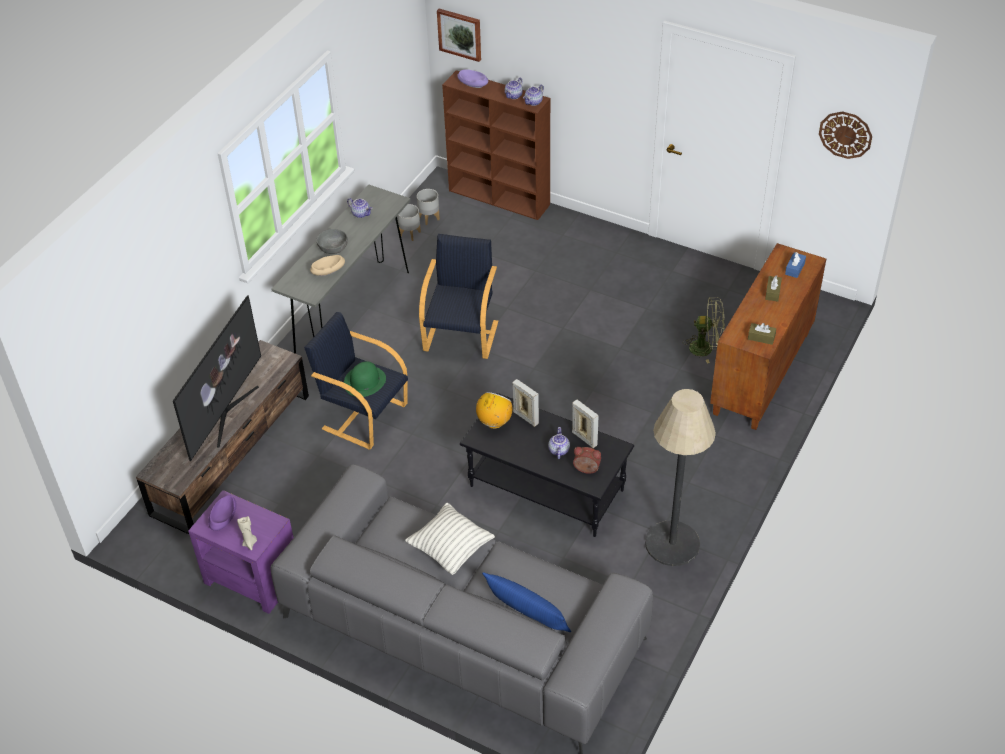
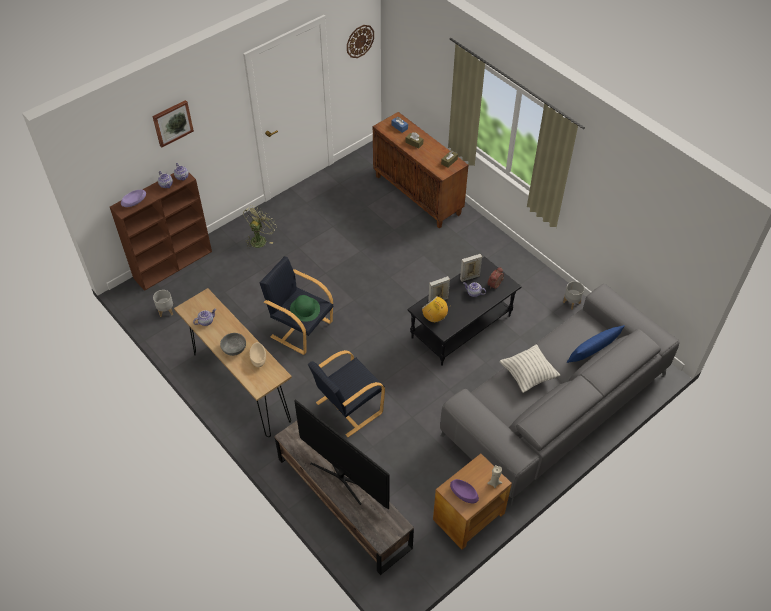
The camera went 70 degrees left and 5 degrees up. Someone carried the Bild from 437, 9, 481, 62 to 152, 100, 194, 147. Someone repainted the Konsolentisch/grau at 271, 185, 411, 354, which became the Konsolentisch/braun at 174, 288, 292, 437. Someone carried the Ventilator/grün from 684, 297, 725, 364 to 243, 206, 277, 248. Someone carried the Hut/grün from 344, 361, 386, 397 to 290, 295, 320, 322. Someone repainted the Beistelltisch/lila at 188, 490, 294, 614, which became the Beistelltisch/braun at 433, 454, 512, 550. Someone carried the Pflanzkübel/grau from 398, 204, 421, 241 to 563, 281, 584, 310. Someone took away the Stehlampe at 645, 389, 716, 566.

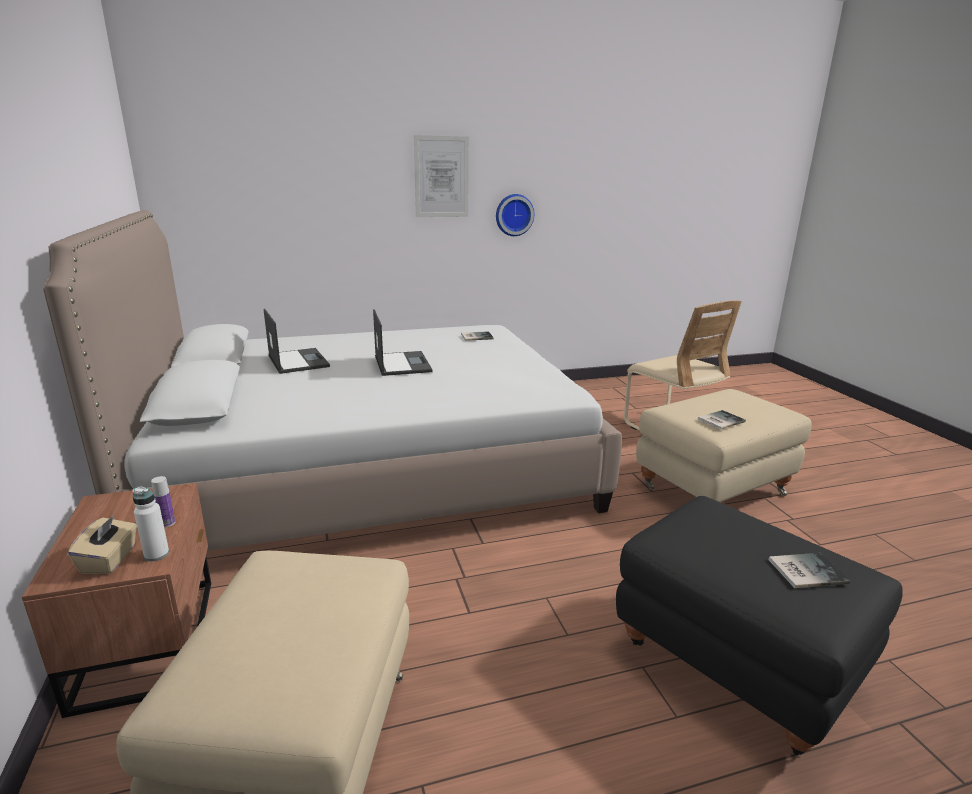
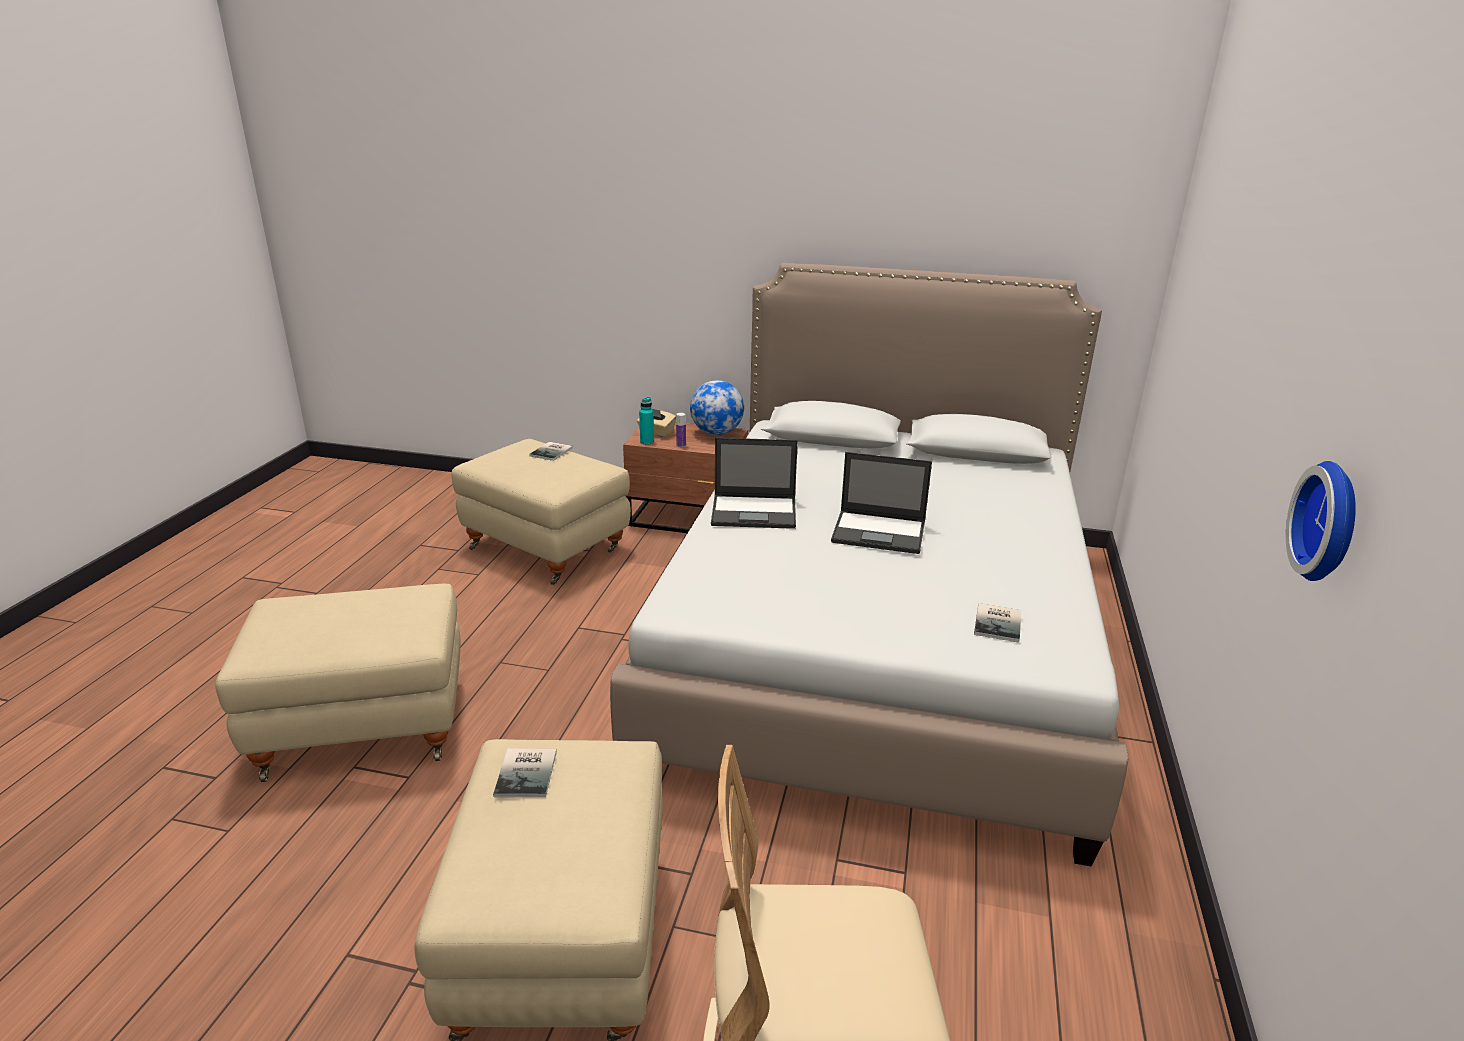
The camera went 120 degrees right and 5 degrees up. Someone repainted the Polsterhocker/schwarz at 616, 496, 903, 755, which became the Polsterhocker/beige at 215, 584, 460, 782. Someone carried the Buch from 769, 553, 850, 588 to 529, 442, 573, 461. Someone repainted the Flasche/weiß at 132, 487, 169, 561, which became the Flasche/türkis at 639, 397, 654, 445. Someone put down the Globus at 690, 380, 744, 435. Someone carried the Laptop from 264, 309, 330, 374 to 711, 438, 798, 529. Someone took away the Bild at 414, 135, 469, 217.

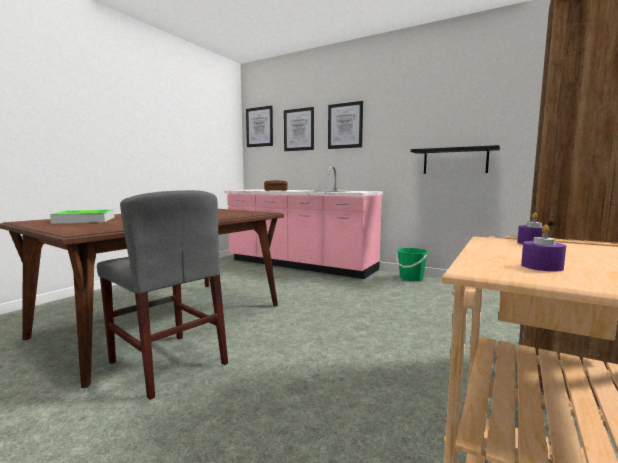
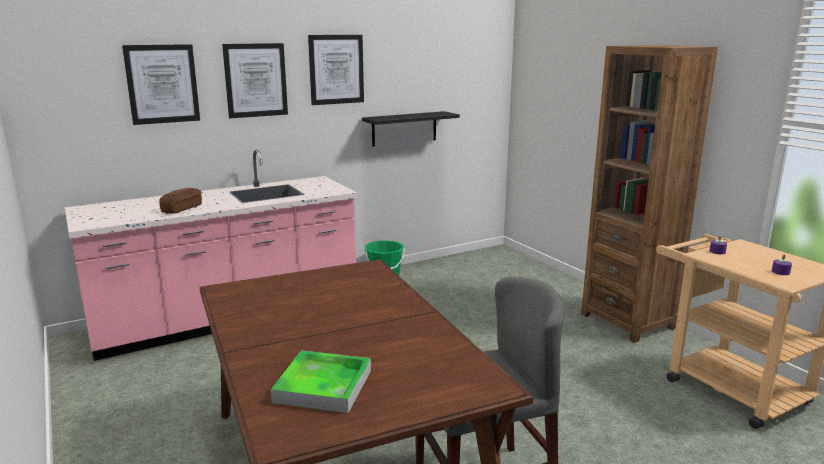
The camera went 60 degrees left and 10 degrees up. Someone carried the Bild from 246, 106, 273, 147 to 308, 35, 364, 105.

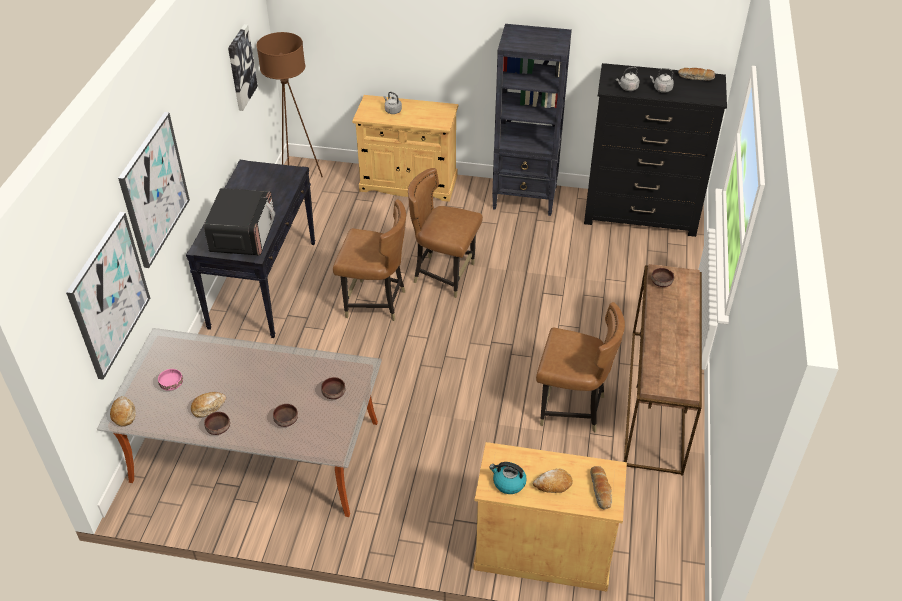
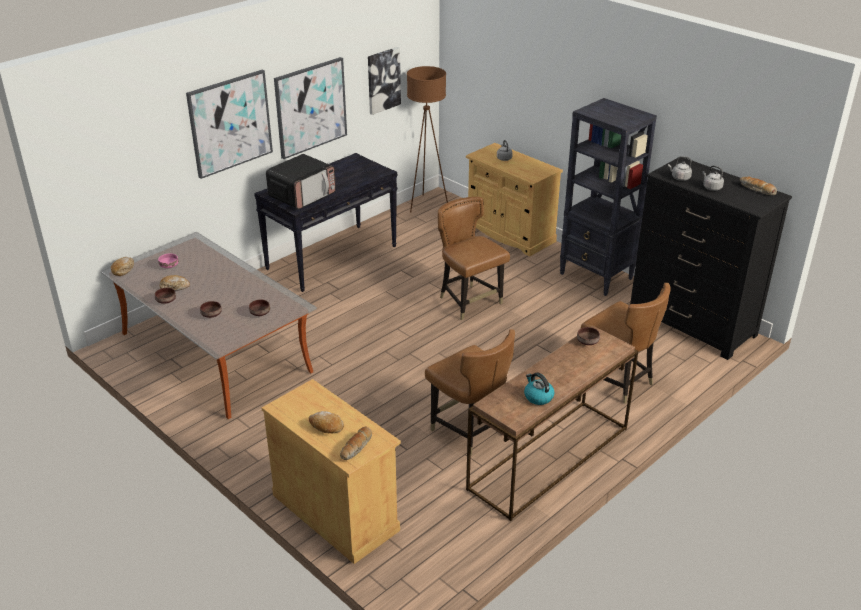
The camera went 35 degrees right and 10 degrees down. Someone carried the Bild from 66, 212, 150, 380 to 274, 57, 347, 159. Someone carried the Wasserkessel from 489, 462, 527, 494 to 524, 372, 554, 405. Someone carried the Stuhl/braun from 333, 199, 406, 321 to 581, 283, 671, 404.

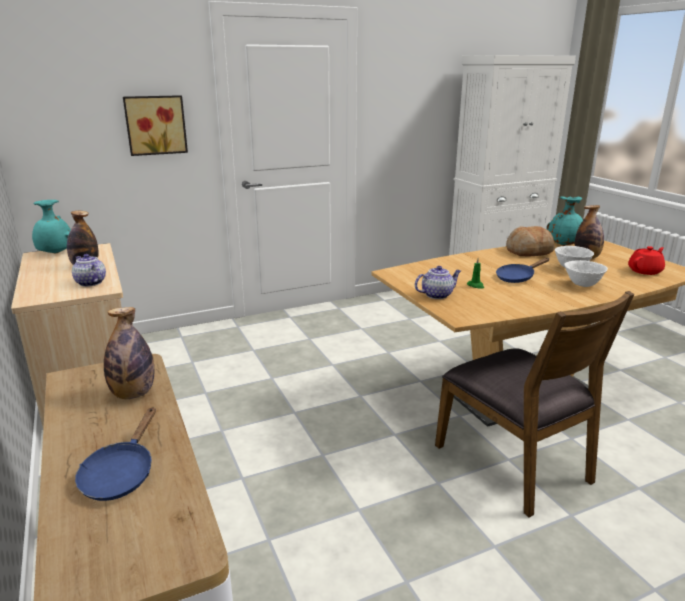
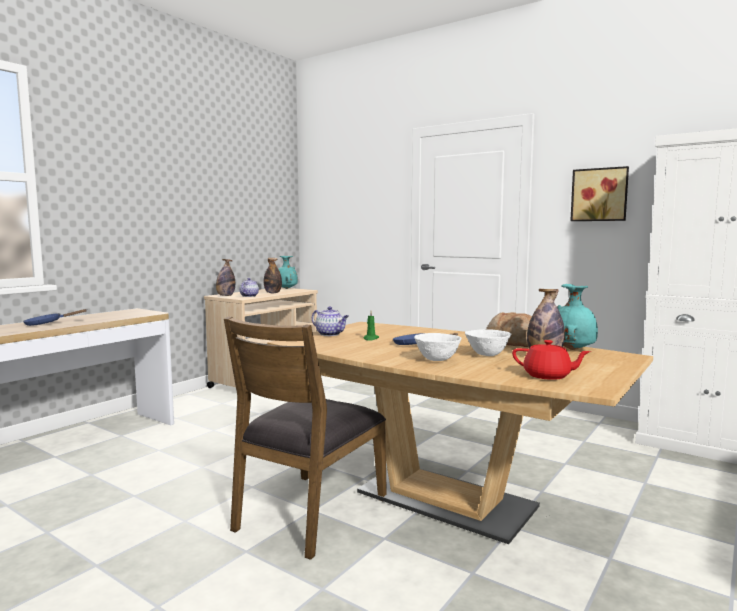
The camera went 60 degrees right and 15 degrees down. Someone carried the Flasche from 104, 307, 154, 399 to 216, 259, 235, 296. Someone carried the Bild from 123, 95, 188, 156 to 570, 166, 629, 221.

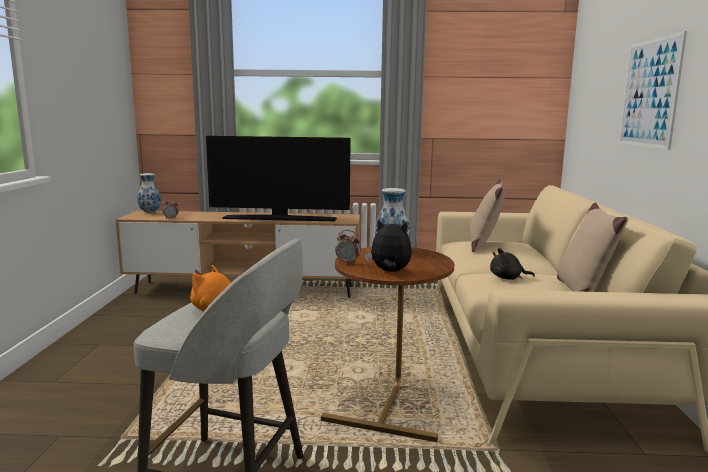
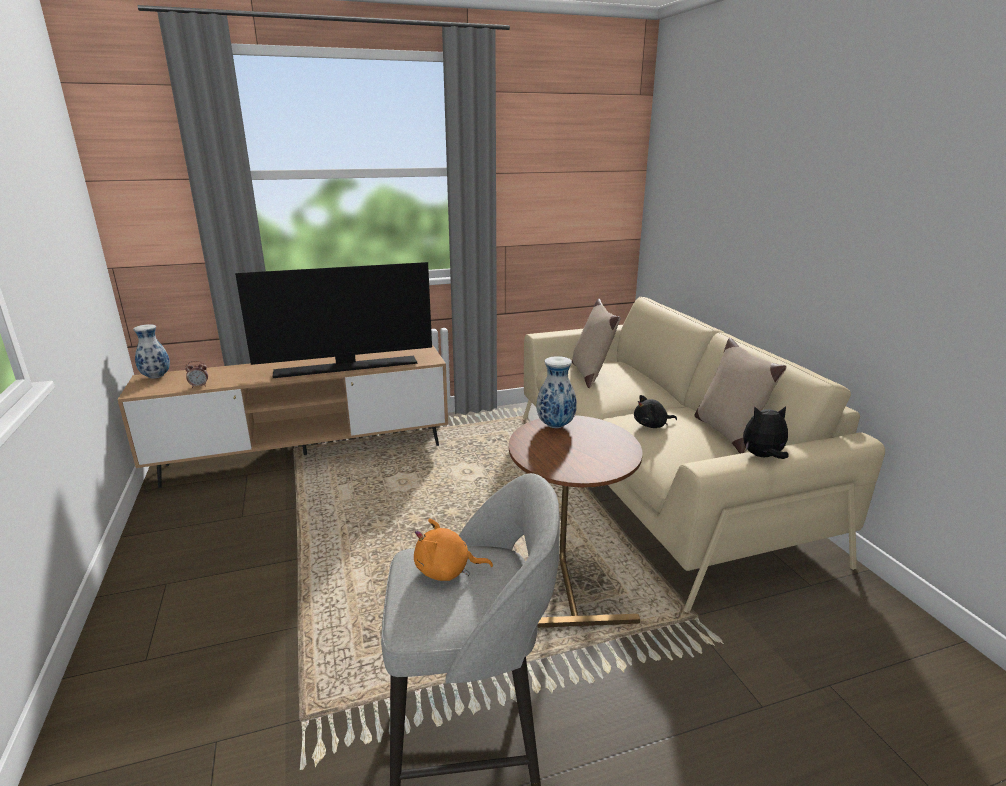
The camera went 20 degrees left and 10 degrees up. Someone carried the Plüschtier from 365, 219, 412, 272 to 743, 406, 789, 459. Someone took away the Wecker at 335, 230, 361, 265. Someone took away the Bild at 619, 31, 687, 150.

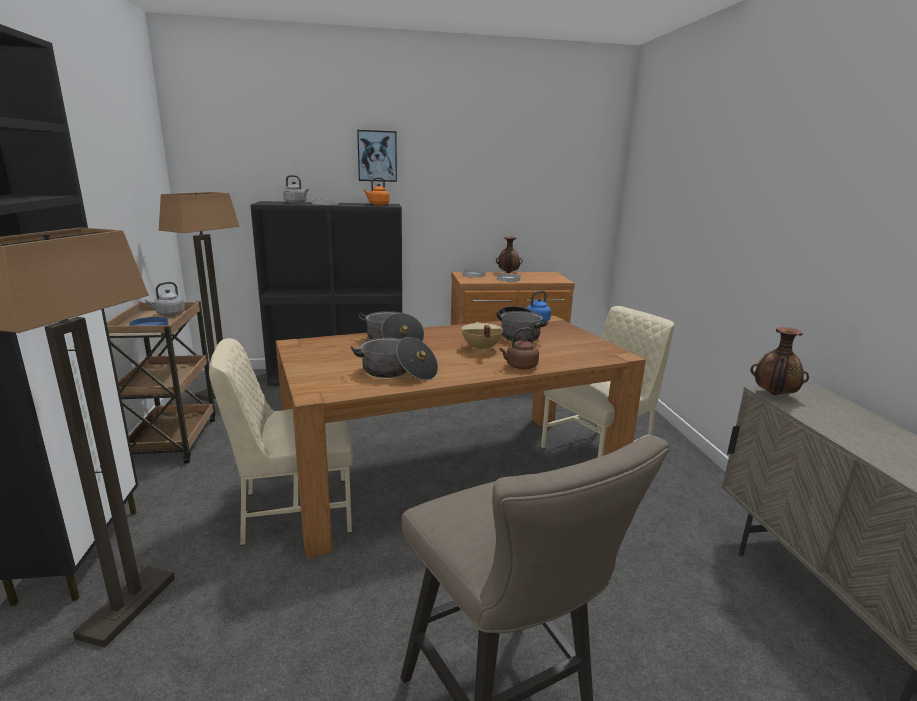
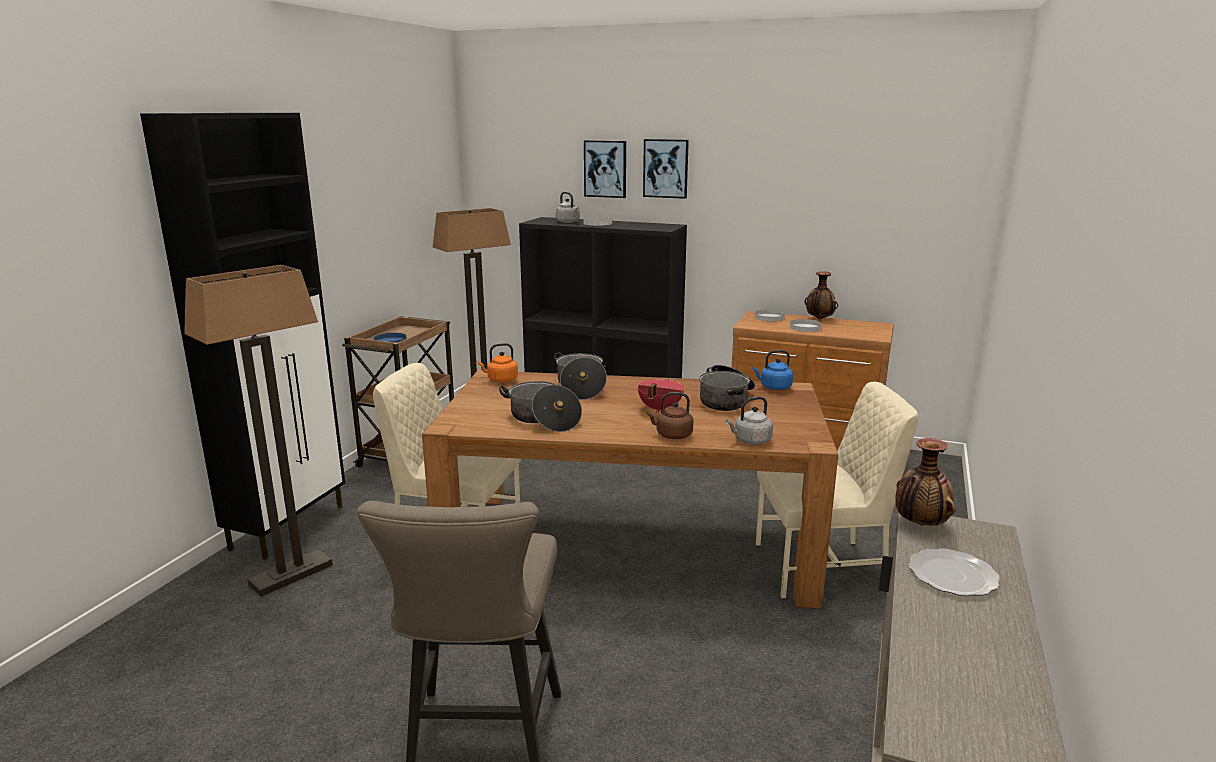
The camera went 30 degrees right and 0 degrees up. Someone carried the Wasserkessel/orange from 364, 177, 390, 205 to 478, 343, 518, 382. Someone put up the Bild at 584, 140, 626, 198. Someone repainted the Kochtopf/beige at 462, 322, 503, 352, which became the Kochtopf/rot at 638, 378, 684, 413. Someone carried the Wasserkessel/grau from 145, 282, 185, 316 to 726, 397, 773, 445. Someone put down the Teller at 909, 549, 1000, 596.

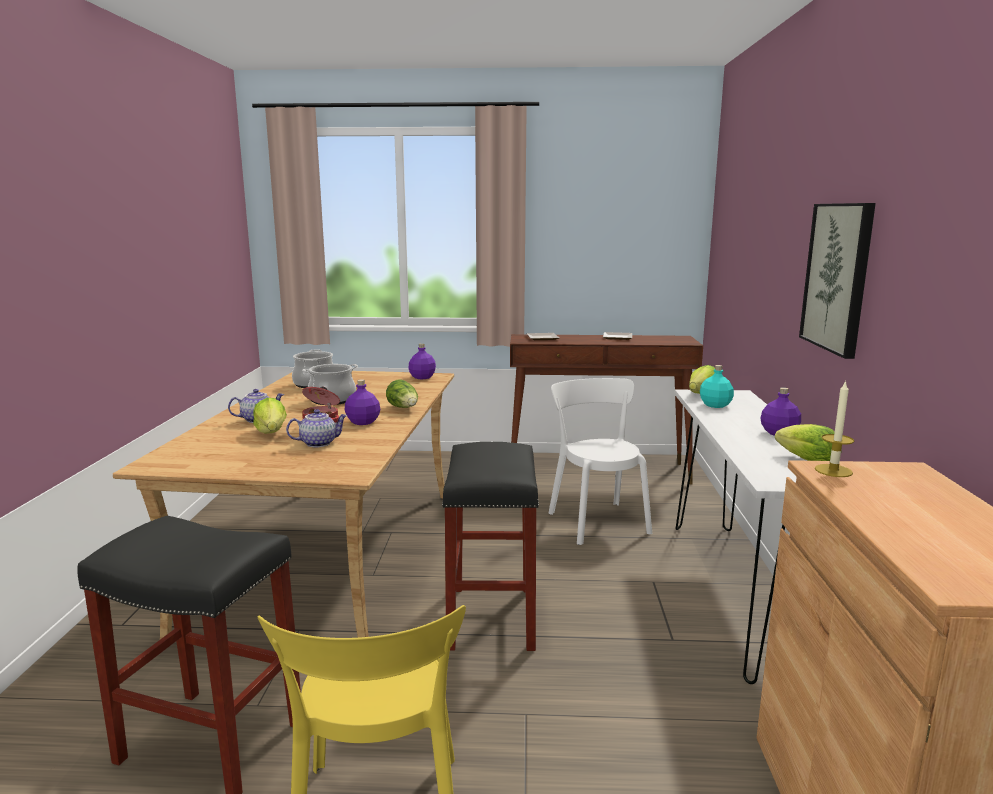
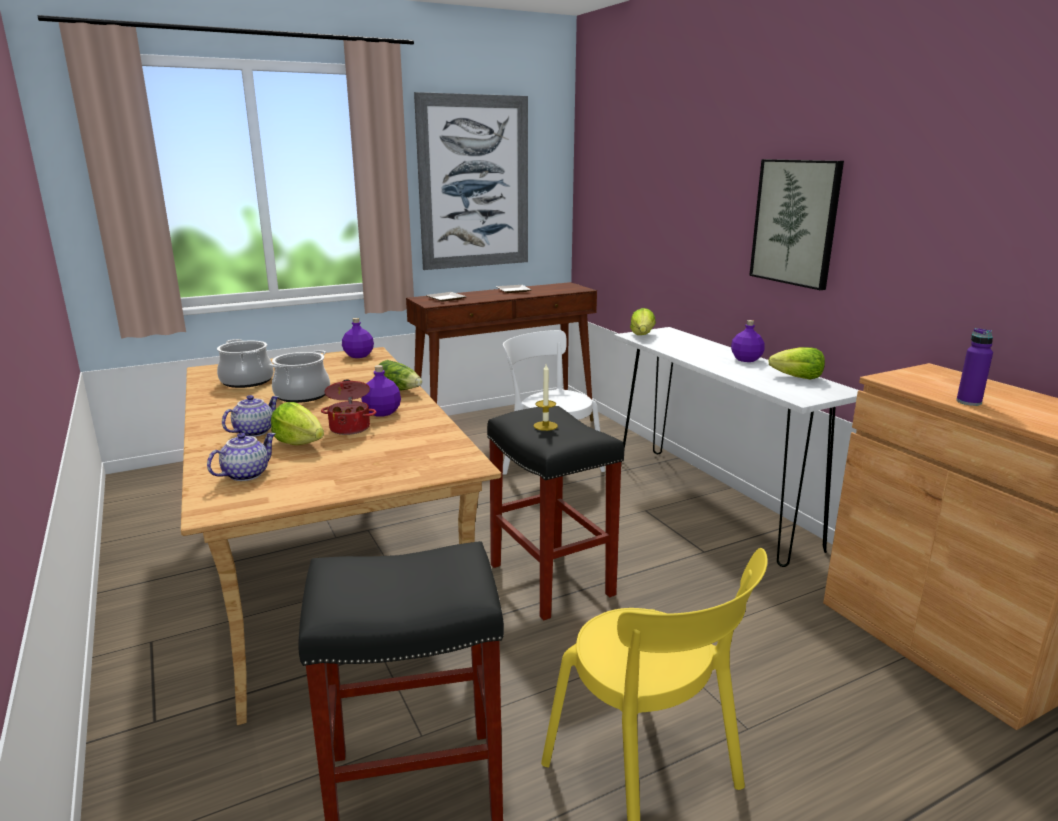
The camera went 30 degrees left and 5 degrees up. Someone carried the Teekanne from 286, 409, 348, 447 to 207, 433, 276, 481. Someone put up the Bild at 414, 92, 528, 270. Someone carried the Kerze from 815, 381, 855, 477 to 533, 364, 558, 431. Someone put down the Flasche/lila at 956, 328, 993, 406. Someone took away the Flasche/türkis at 700, 365, 734, 408.

